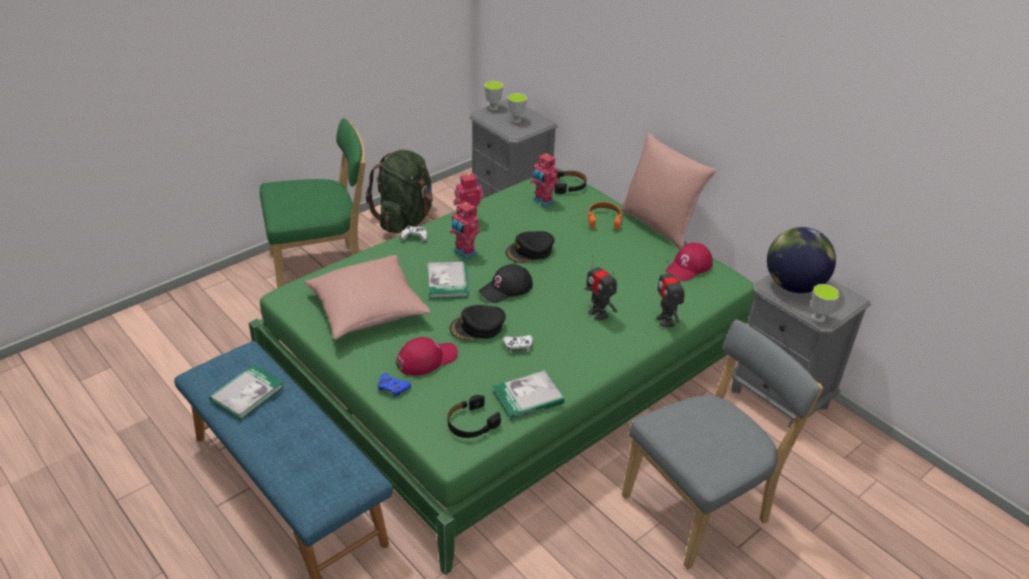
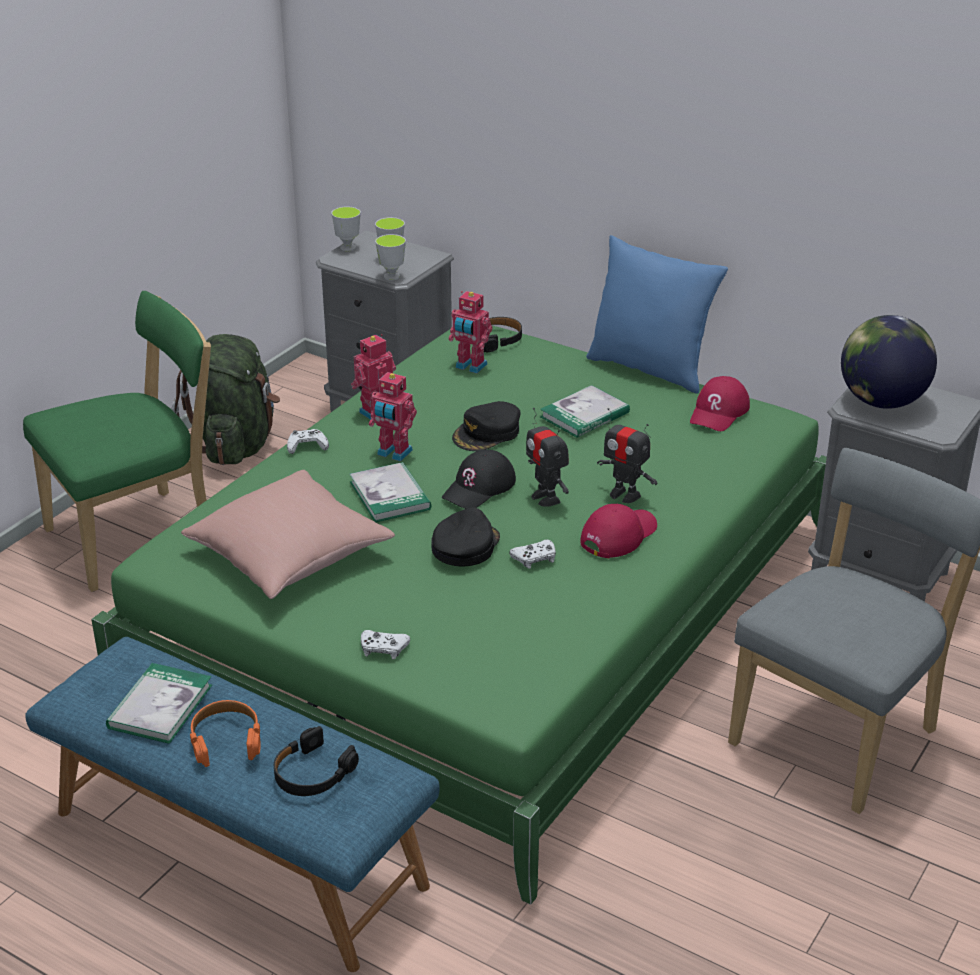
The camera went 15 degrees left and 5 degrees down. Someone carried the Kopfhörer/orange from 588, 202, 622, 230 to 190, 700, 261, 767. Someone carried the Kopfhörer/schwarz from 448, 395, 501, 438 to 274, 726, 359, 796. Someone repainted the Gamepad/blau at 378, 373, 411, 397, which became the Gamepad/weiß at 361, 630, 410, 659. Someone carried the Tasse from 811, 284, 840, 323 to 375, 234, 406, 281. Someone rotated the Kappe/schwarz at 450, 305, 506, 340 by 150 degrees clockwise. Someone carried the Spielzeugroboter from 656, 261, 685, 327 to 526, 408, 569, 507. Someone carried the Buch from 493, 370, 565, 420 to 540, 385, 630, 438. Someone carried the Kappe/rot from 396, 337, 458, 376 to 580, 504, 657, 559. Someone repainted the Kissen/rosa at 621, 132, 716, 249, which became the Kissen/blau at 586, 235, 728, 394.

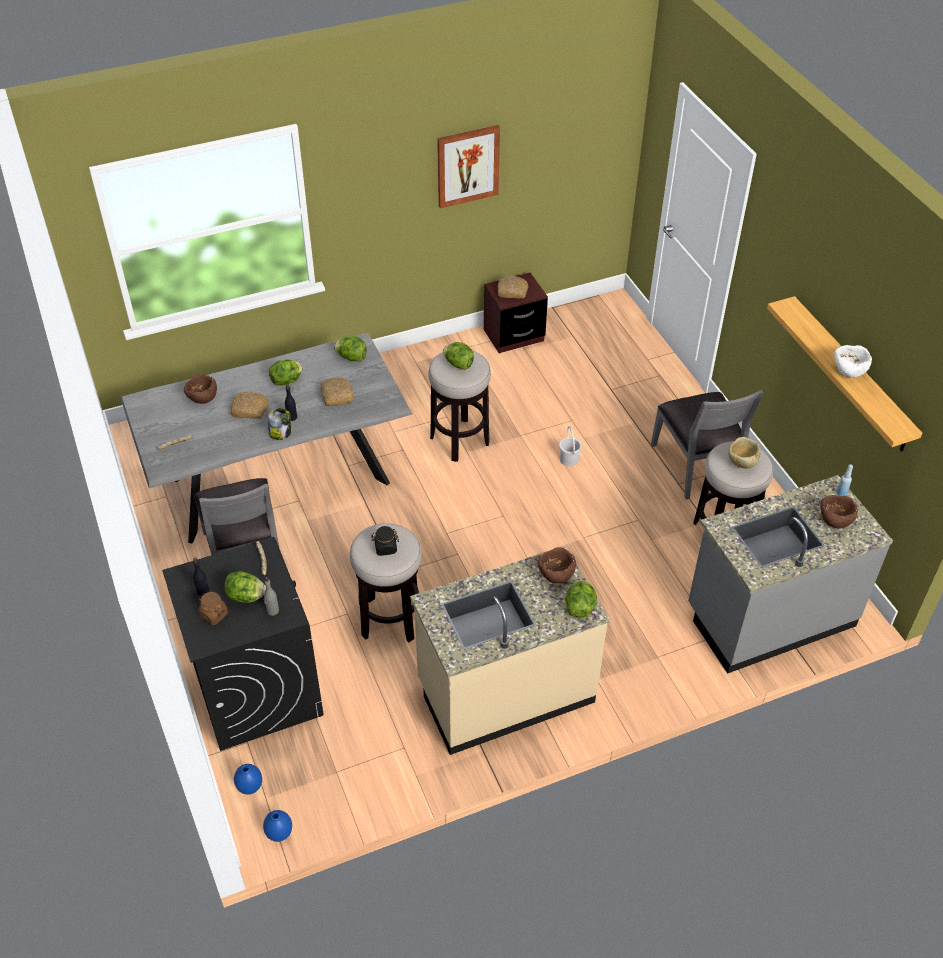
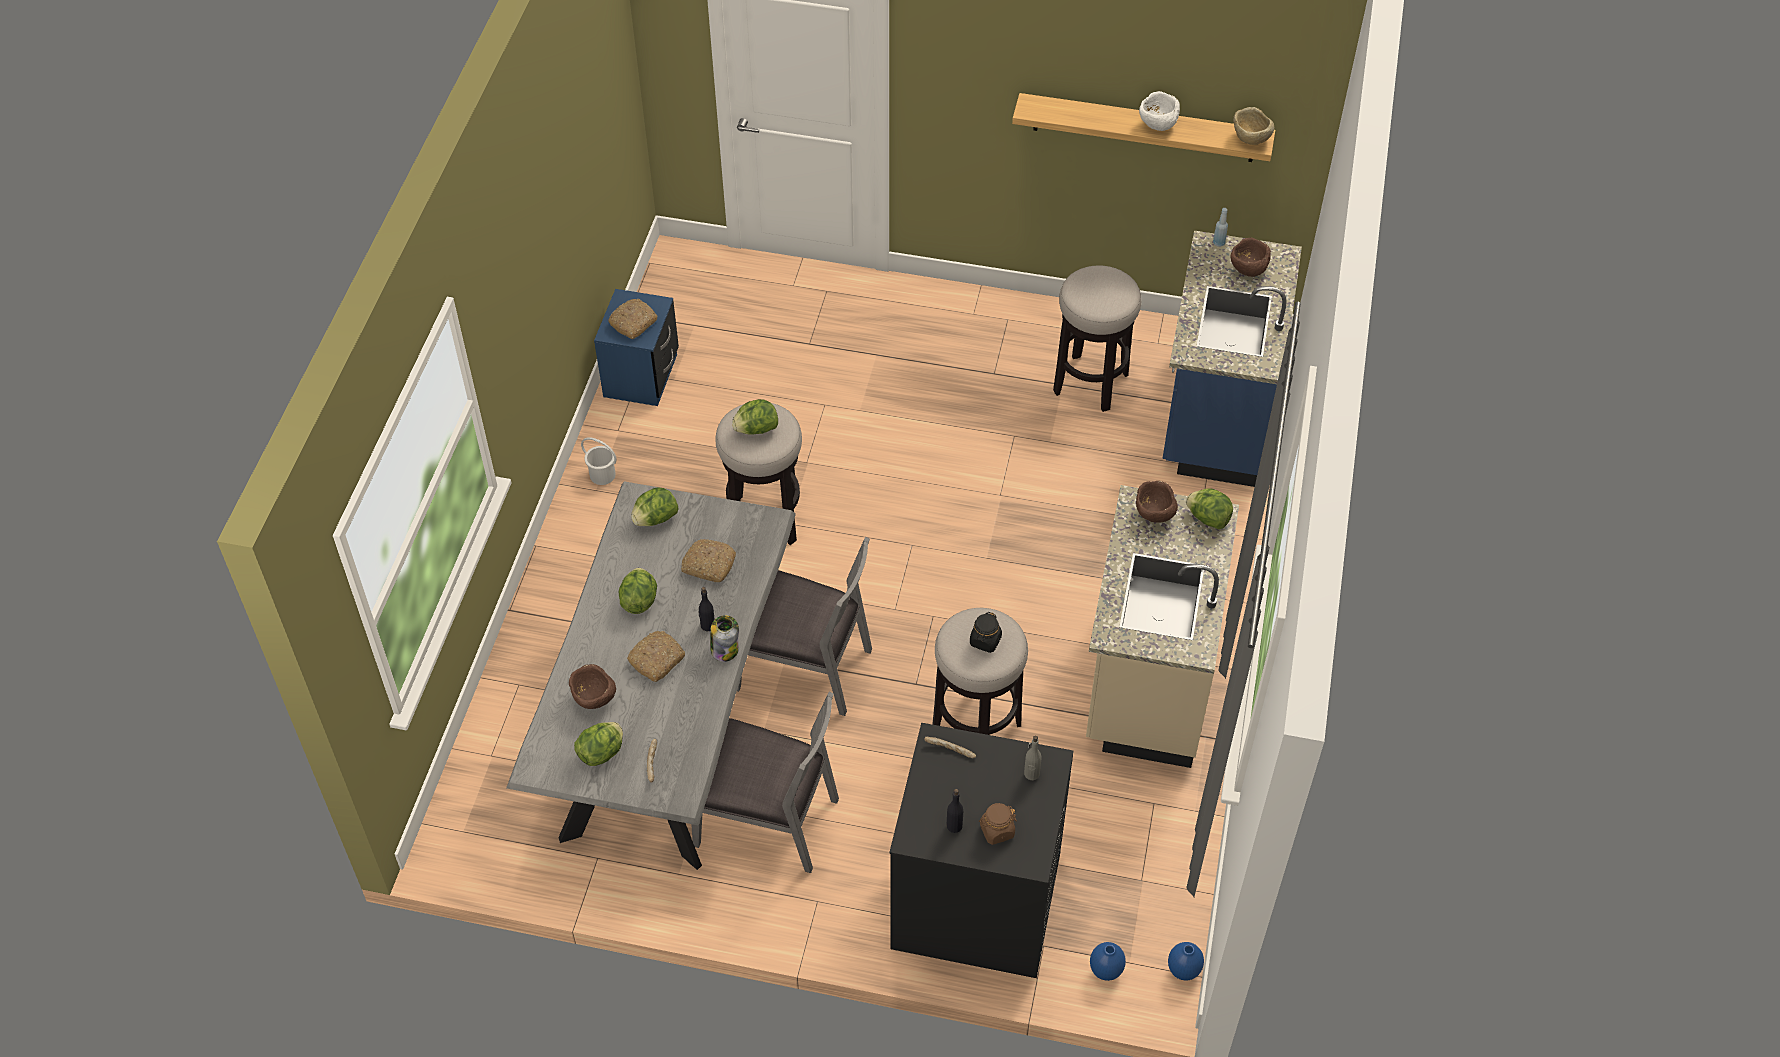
The camera went 55 degrees left and 5 degrees up. Someone carried the Salatkopf from 224, 571, 266, 603 to 574, 722, 623, 766. Someone carried the Eimer/weiß from 559, 426, 582, 466 to 581, 437, 617, 485. Someone repainted the Nachttisch/braun at 484, 273, 548, 353, which became the Nachttisch/blau at 594, 289, 679, 406. Someone carried the Stuhl/grau from 651, 390, 763, 499 to 737, 537, 872, 716. Someone repainted the Küchenzeile/grau at 688, 475, 893, 674, which became the Küchenzeile/blau at 1163, 231, 1302, 487. Someone carried the Schüssel/beige from 728, 437, 761, 469 to 1233, 107, 1274, 145. Someone took away the Bild at 437, 125, 500, 208.

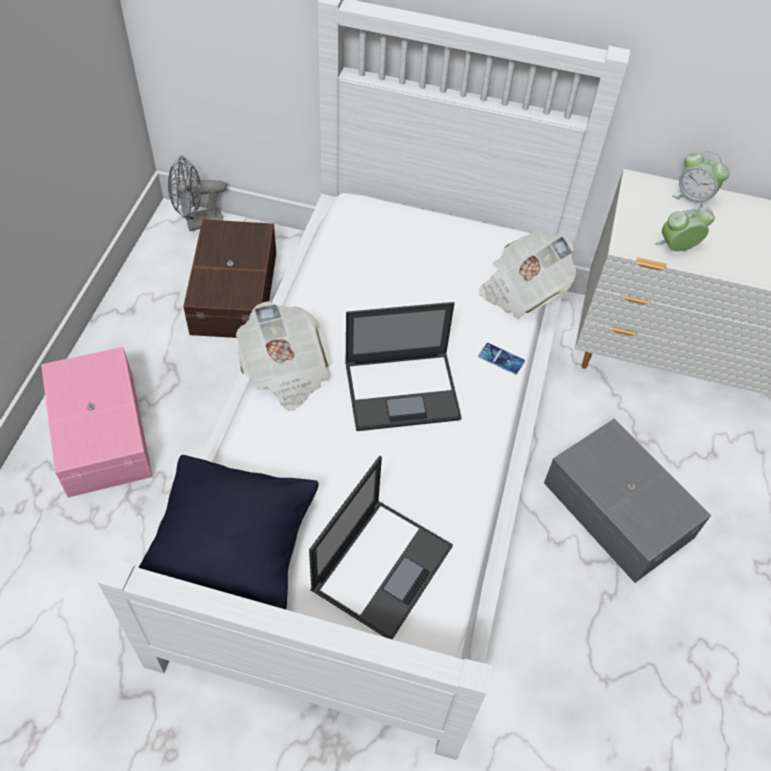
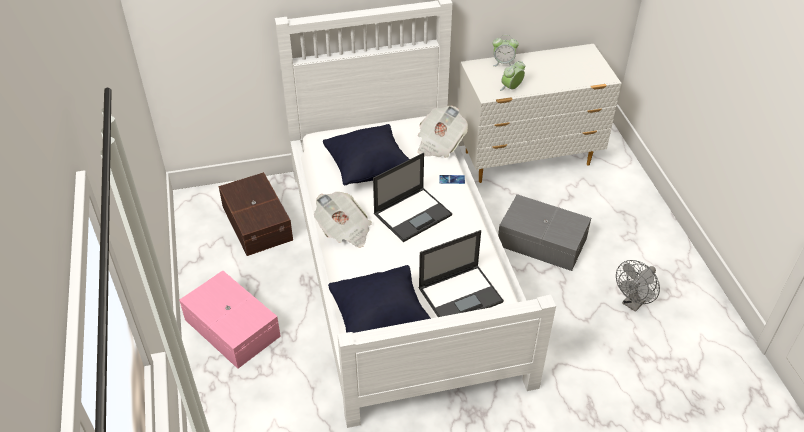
The camera went 25 degrees left and 10 degrees down. Someone put down the Kissen/schwarz at 323, 124, 409, 185. Someone rotated the Laptop at 309, 456, 453, 639 by 60 degrees clockwise. Someone carried the Ventilator/grau from 168, 156, 226, 231 to 616, 260, 660, 312.

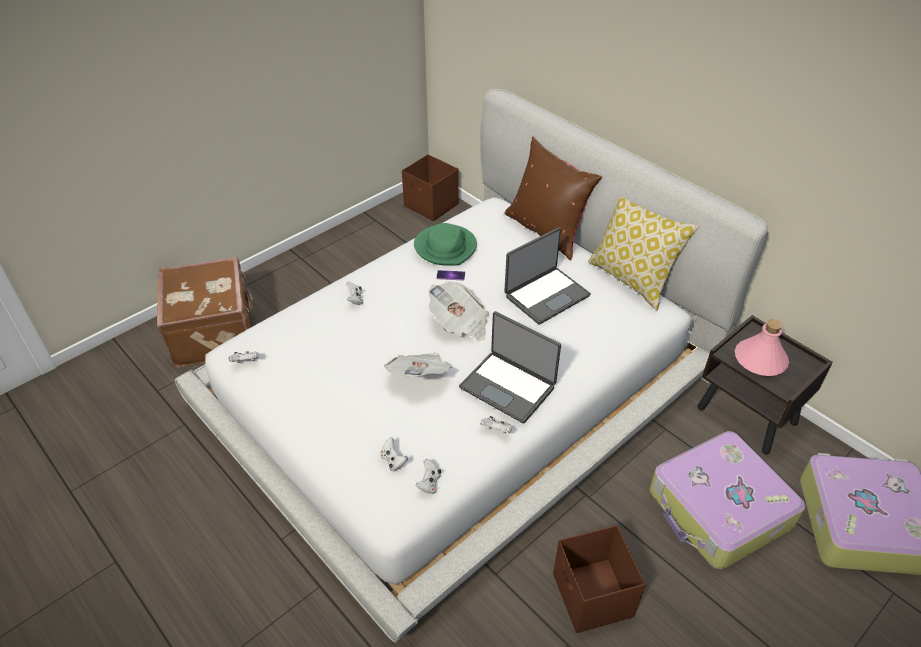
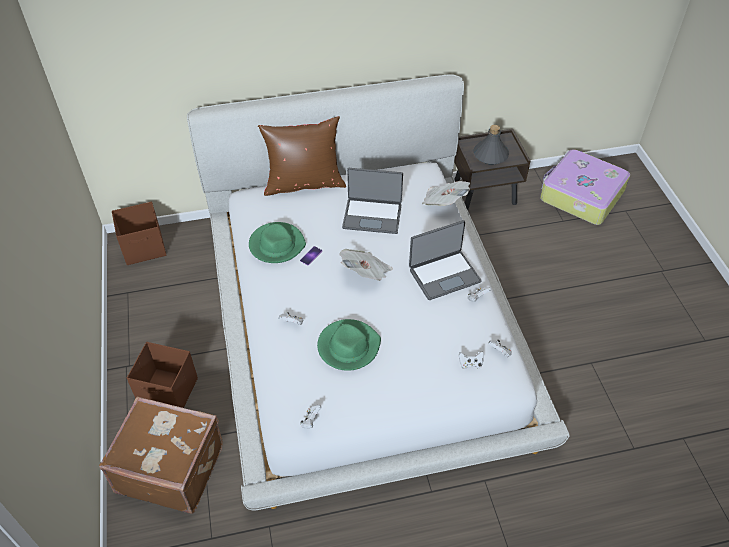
The camera went 60 degrees left and 5 degrees up. Someone carried the Aufbewahrungsbox/braun from 553, 525, 646, 633 to 127, 342, 198, 408. Someone put down the Hut/grün at 317, 319, 381, 371. Someone rotated the Laptop at 504, 227, 591, 324 by 105 degrees clockwise. Someone carried the Zeitung from 384, 352, 452, 377 to 422, 181, 470, 206. Someone repainted the Flasche/rosa at 735, 319, 789, 376, which became the Flasche/grau at 473, 125, 509, 165. Someone took away the Kissen at 588, 197, 698, 310. Someone took away the Koffer at 650, 431, 805, 569.

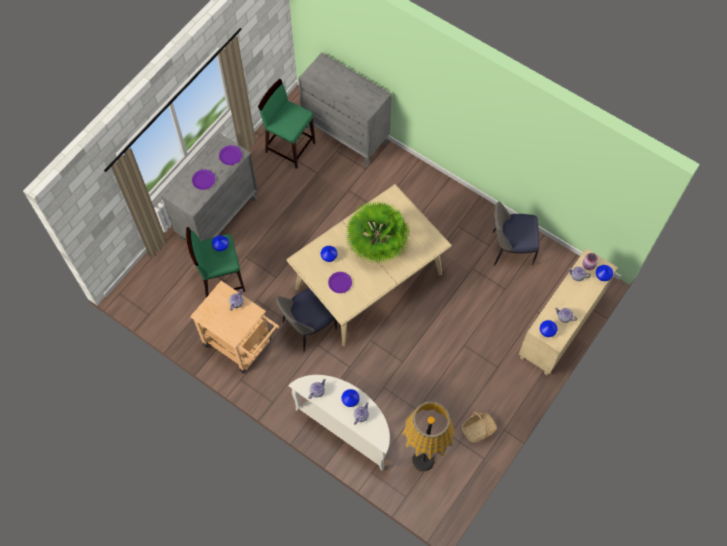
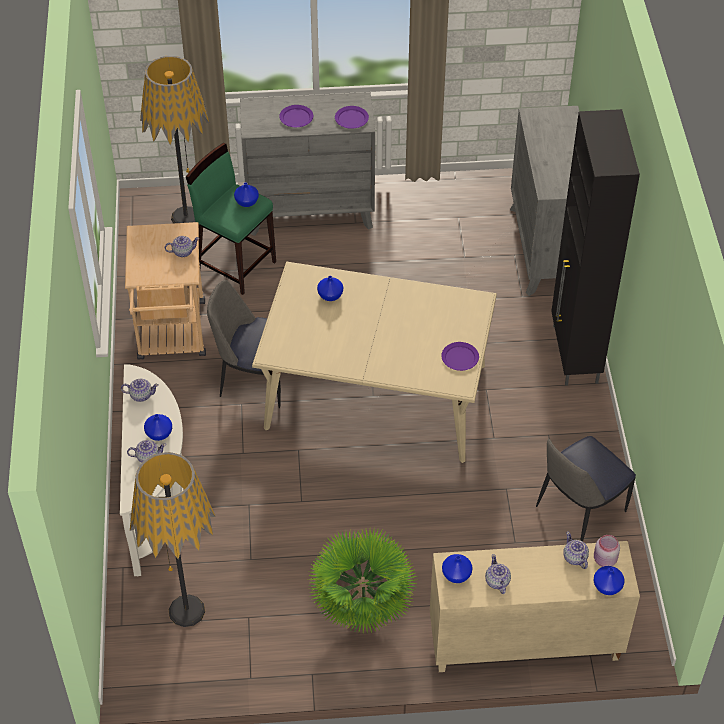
The camera went 50 degrees right and 15 degrees down. Someone put down the Stehlampe at 140, 56, 209, 223. Someone carried the Topfpflanze from 345, 202, 411, 264 to 308, 530, 418, 634. Someone carried the Teller/lila from 328, 272, 352, 293 to 441, 342, 479, 371. Someone rotated the Stuhl at 493, 201, 540, 266 by 90 degrees counterclockwise. Someone put down the Schrank/schwarz at 551, 109, 640, 386. Someone took away the Hocker/grün at 258, 79, 315, 169. Someone took away the Korb at 462, 412, 497, 443.

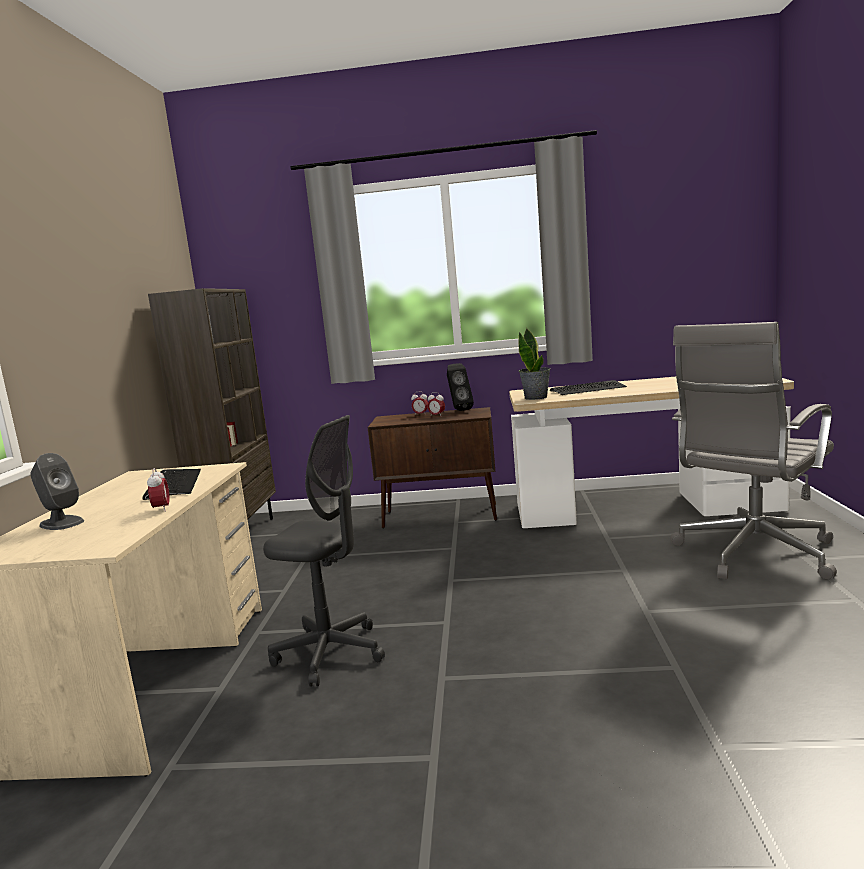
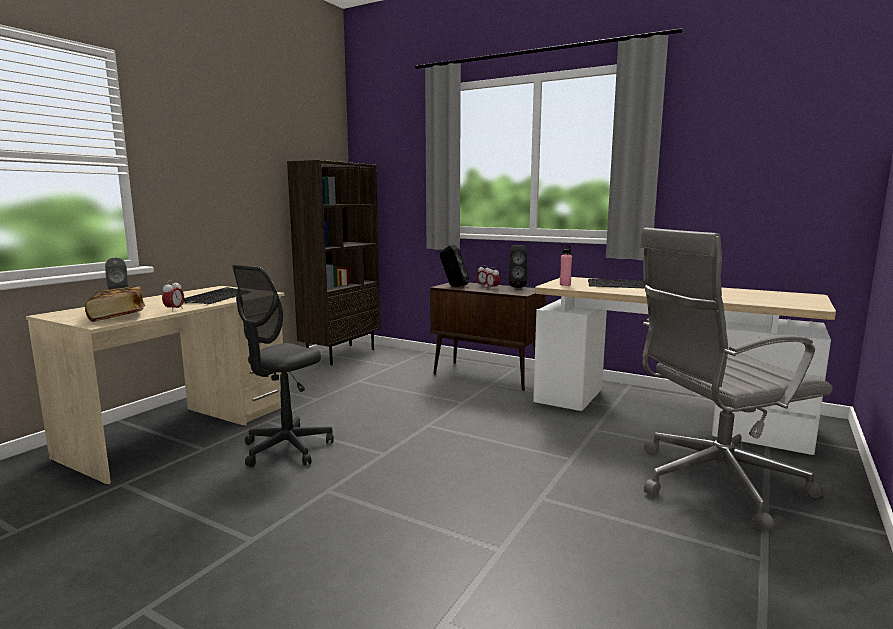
The camera went 25 degrees right and 0 degrees up. Someone put down the Buch at 85, 286, 145, 322. Someone rotated the Bürostuhl/grau at 263, 415, 385, 687 by 75 degrees clockwise. Someone put down the Lautsprecher/schwarz at 440, 244, 469, 287. Someone swapped the Topfpflanze at 518, 328, 550, 400 for the Flasche/rosa at 560, 244, 572, 286.

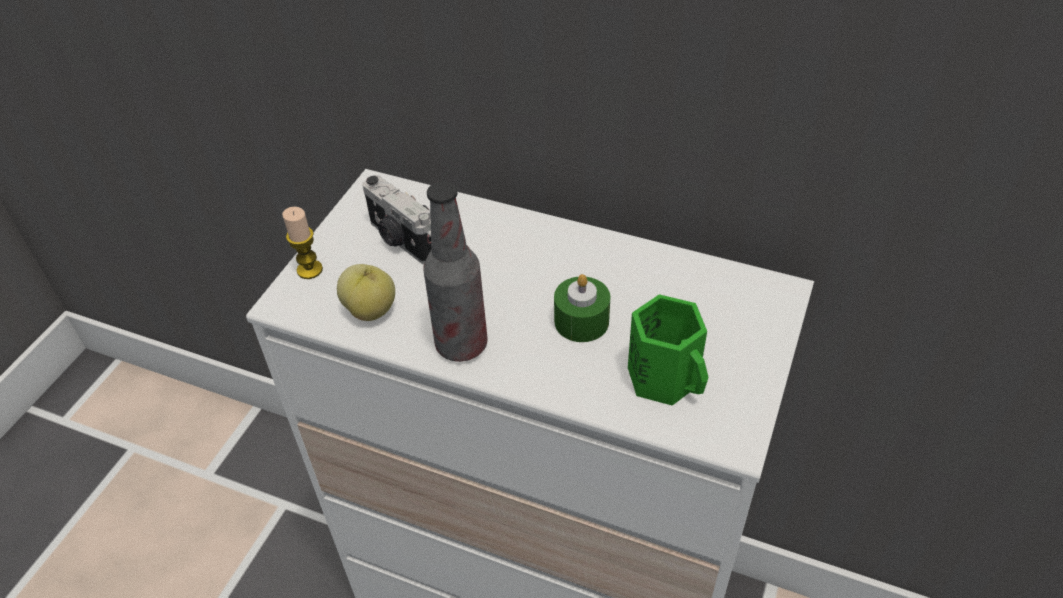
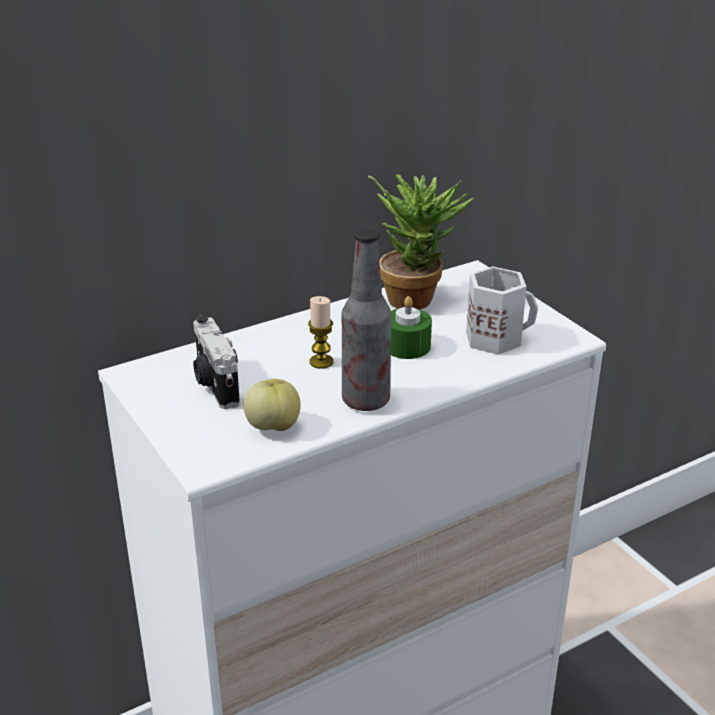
The camera went 55 degrees left and 15 degrees down. Someone rotated the Kamera at 362, 175, 432, 264 by 75 degrees clockwise. Someone carried the Kerze from 282, 207, 323, 279 to 308, 296, 333, 369. Someone put down the Topfpflanze at 368, 174, 474, 309. Someone repainted the Henkelbecher/grün at 628, 294, 709, 406, which became the Henkelbecher/weiß at 466, 266, 538, 355.

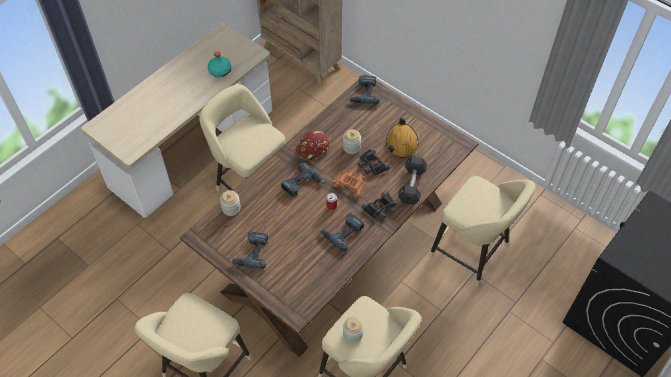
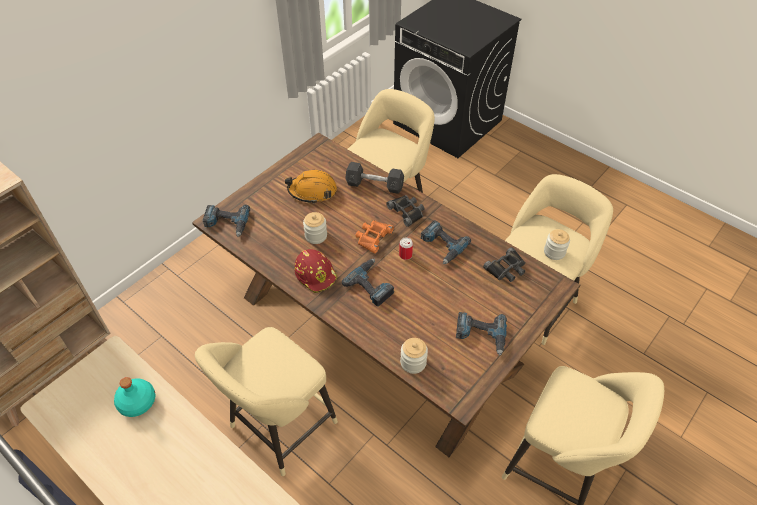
The camera went 90 degrees left and 5 degrees down. Someone carried the Fernglas/schwarz from 358, 148, 390, 176 to 483, 247, 526, 282.

